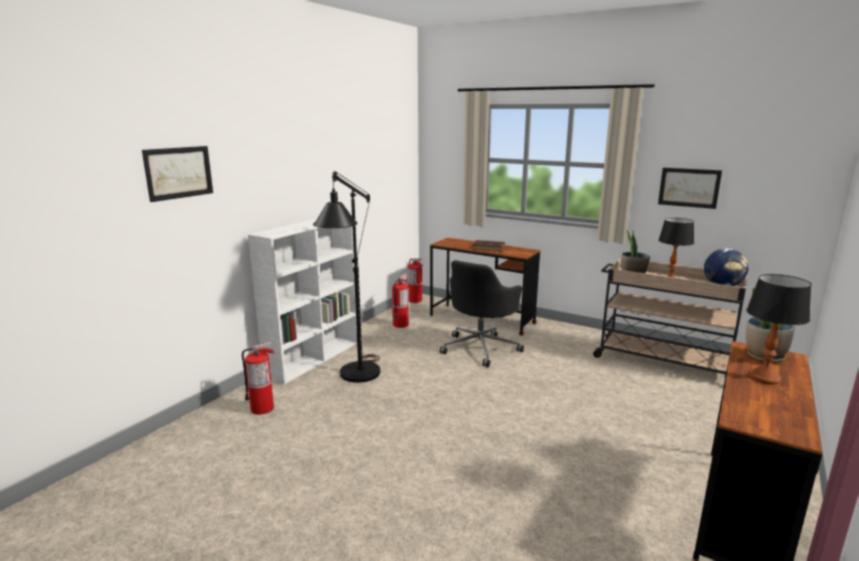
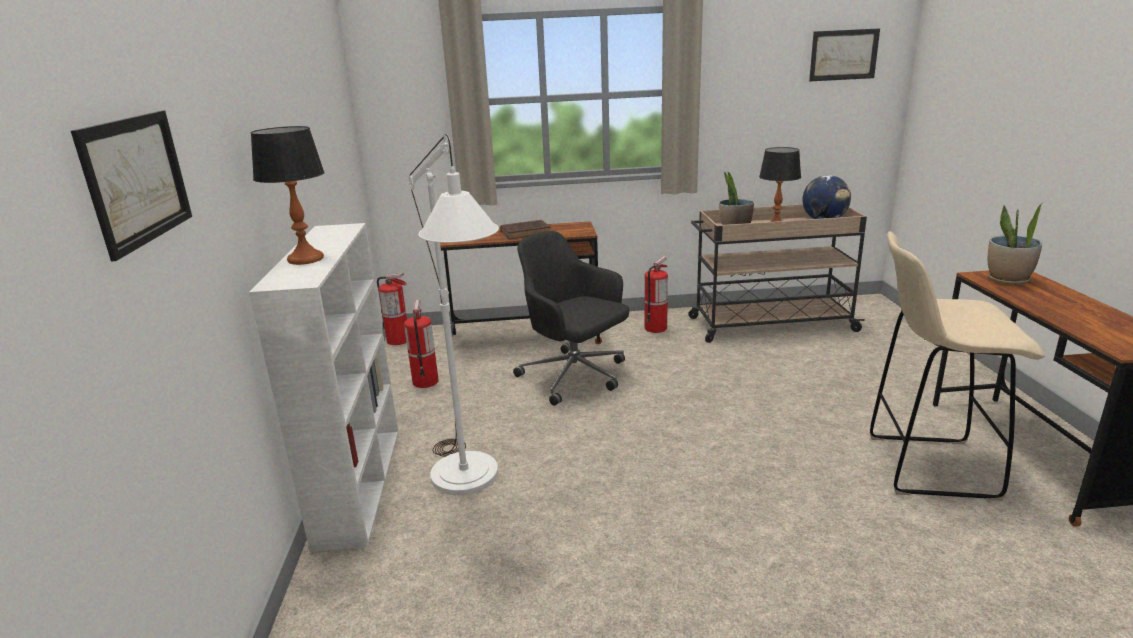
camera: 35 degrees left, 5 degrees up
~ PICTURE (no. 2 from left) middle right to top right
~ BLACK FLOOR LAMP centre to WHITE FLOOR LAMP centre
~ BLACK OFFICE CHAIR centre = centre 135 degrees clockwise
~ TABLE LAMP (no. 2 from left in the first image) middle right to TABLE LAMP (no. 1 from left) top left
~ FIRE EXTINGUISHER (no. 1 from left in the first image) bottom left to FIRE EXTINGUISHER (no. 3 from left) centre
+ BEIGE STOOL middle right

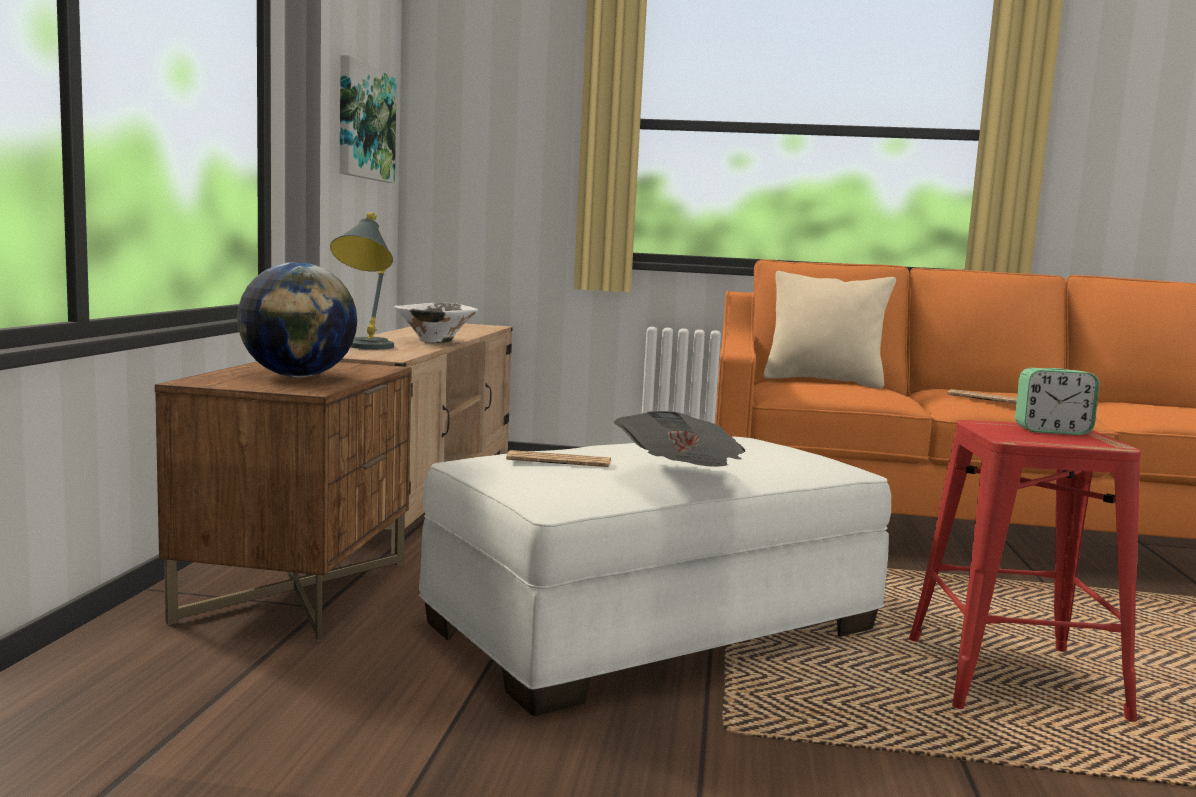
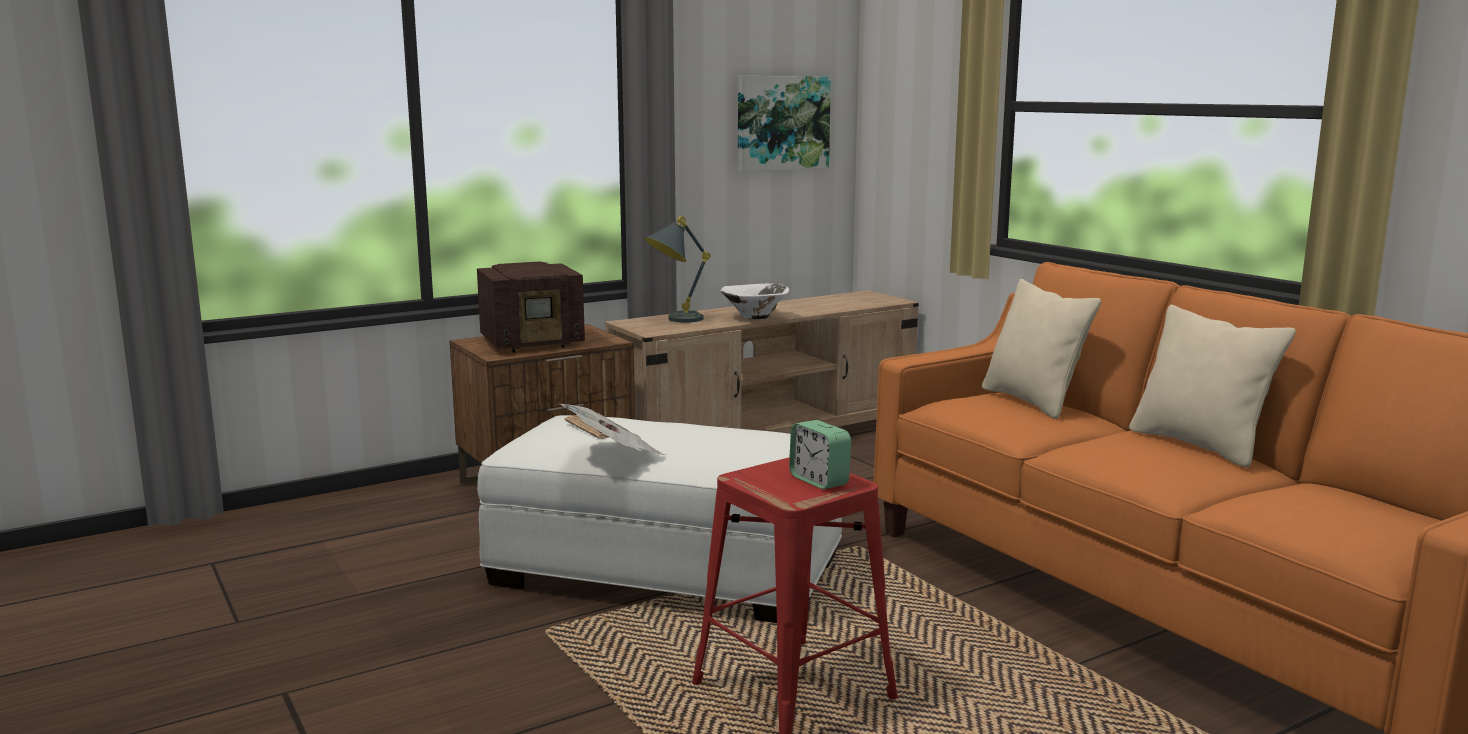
camera: 50 degrees right, 5 degrees up
~ GLOBE middle left to RADIO centre
- NEWSPAPER (no. 3 from left) middle right
+ BEIGE PILLOW (no. 2 from left) middle right

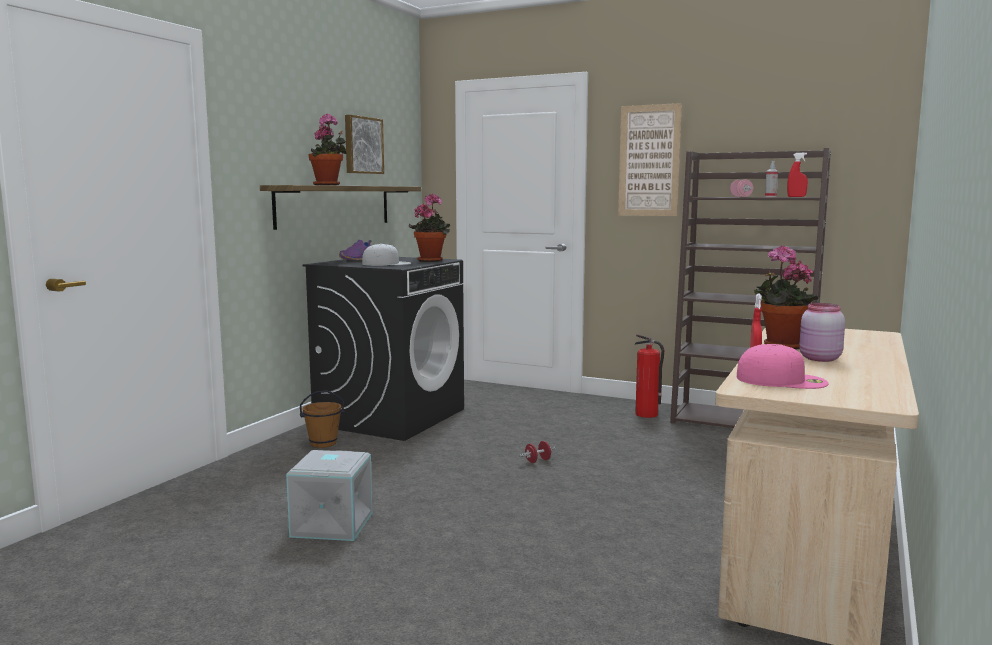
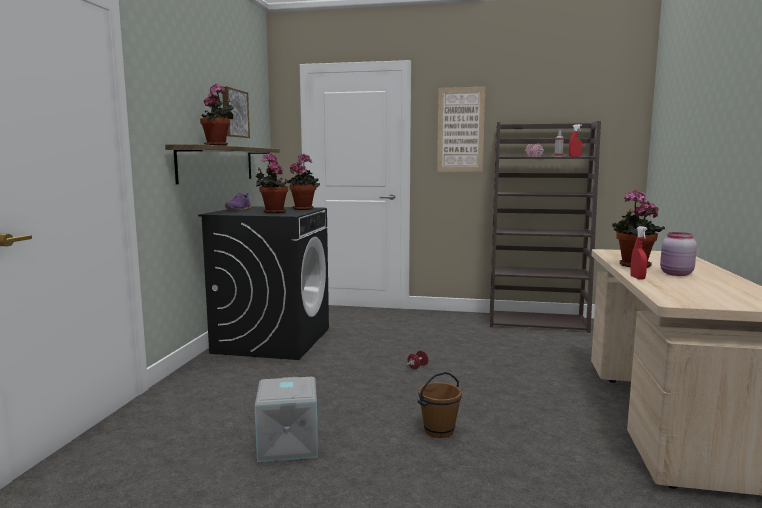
camera: 15 degrees left, 0 degrees up
~ WHITE CAP centre to POTTED PLANT (no. 2 from left) centre
- FIRE EXTINGUISHER centre
- PINK CAP middle right
~ BROWN BUCKET middle left to bottom centre

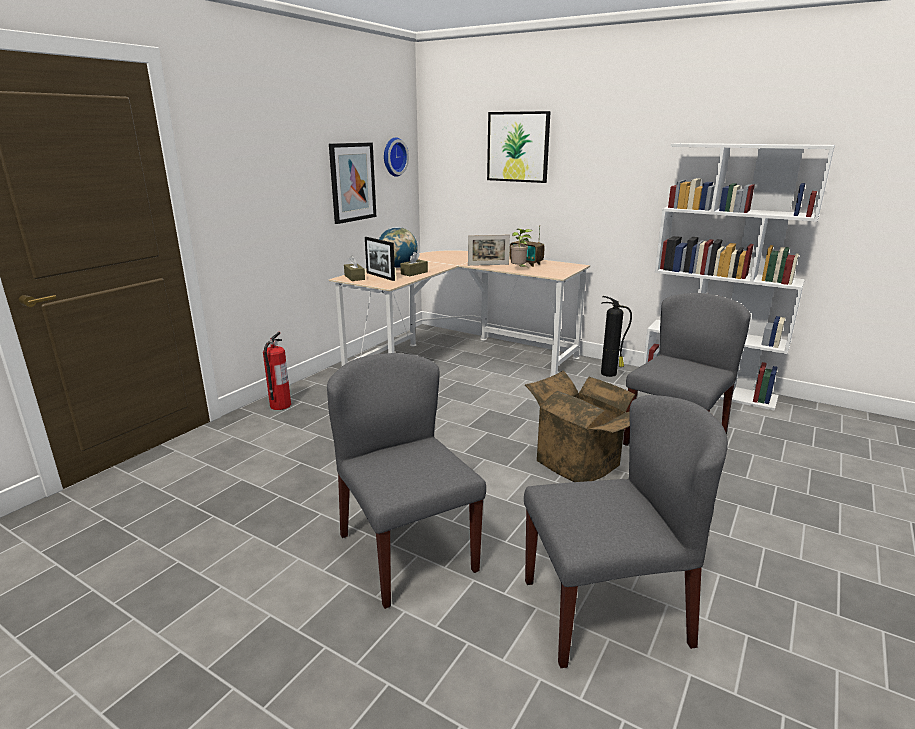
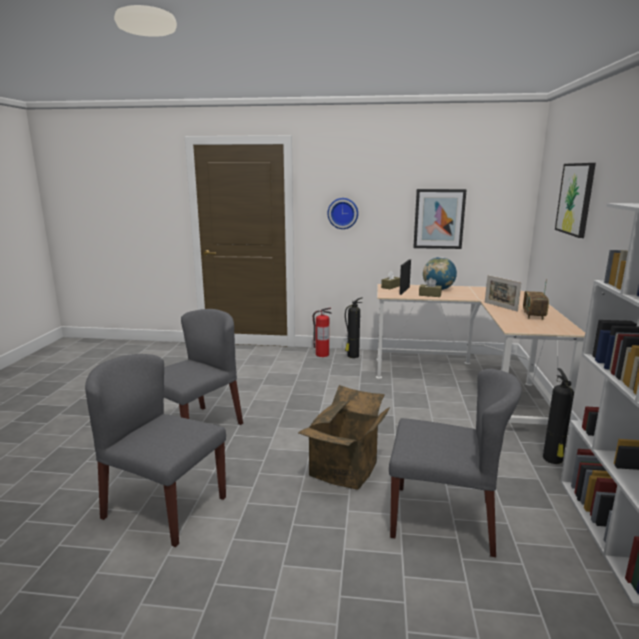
camera: 65 degrees right, 5 degrees down
~ WALL CLOCK top centre to centre
- POTTED PLANT centre
~ GREY CHAIR (no. 2 from left in the first image) bottom right = bottom left 150 degrees clockwise
+ FIRE EXTINGUISHER (no. 2 from left) centre

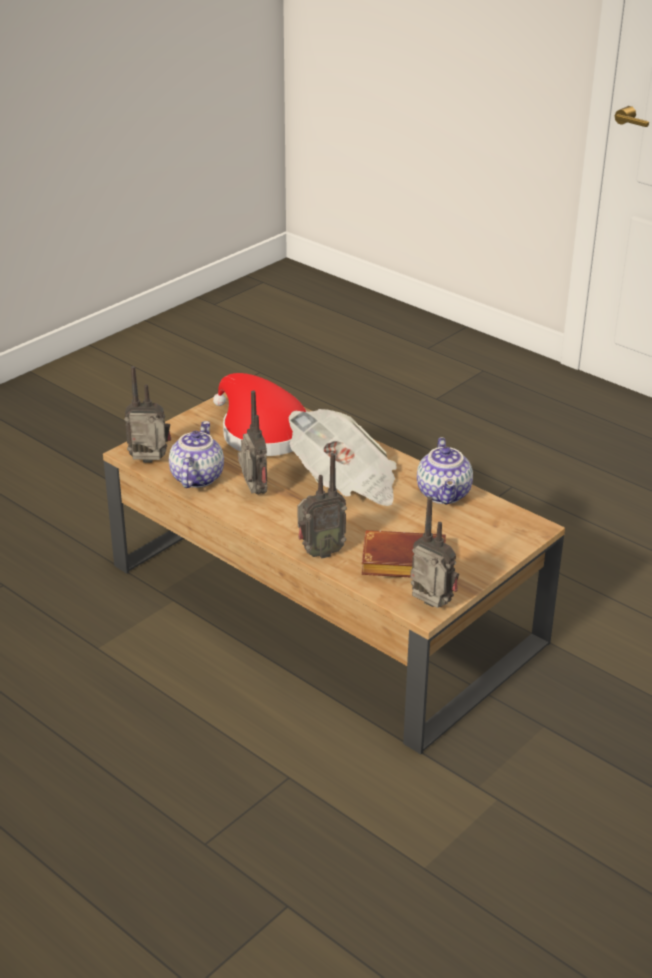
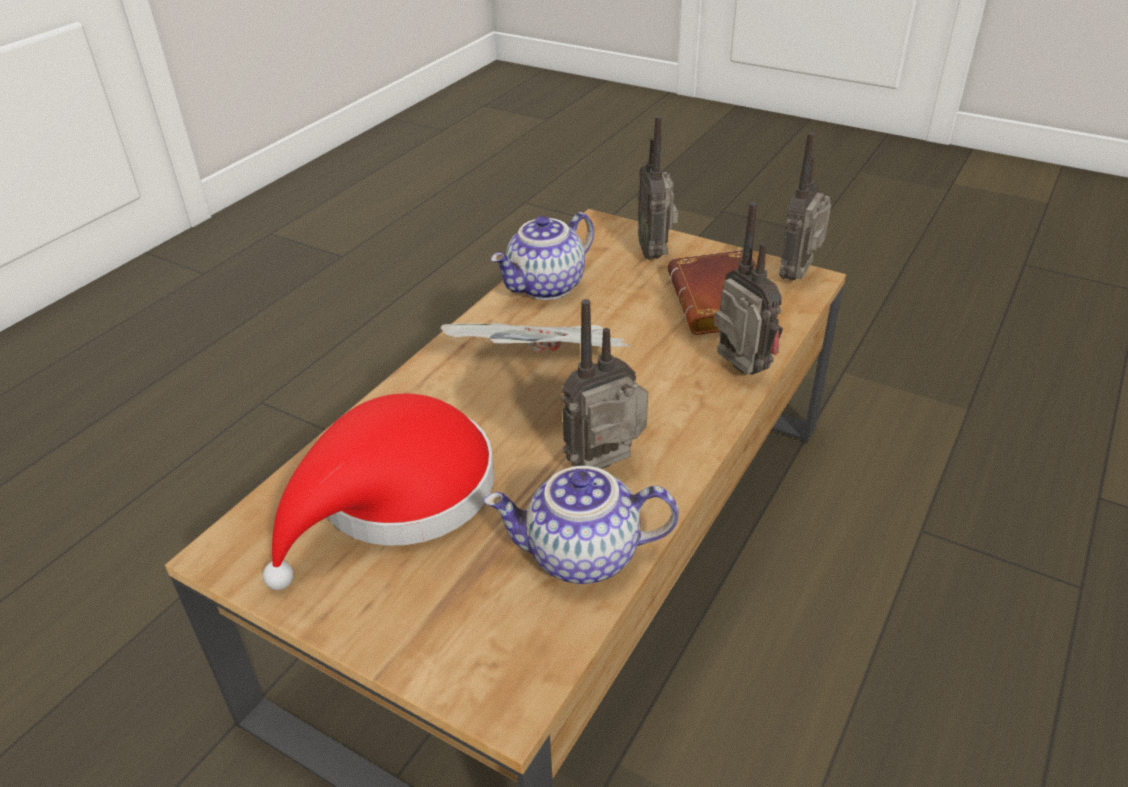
camera: 100 degrees left, 5 degrees up
~ RADIO (no. 1 from left in the first image) middle left to RADIO (no. 2 from left) top centre
~ TEAPOT (no. 2 from left in the first image) middle right = top centre 150 degrees clockwise

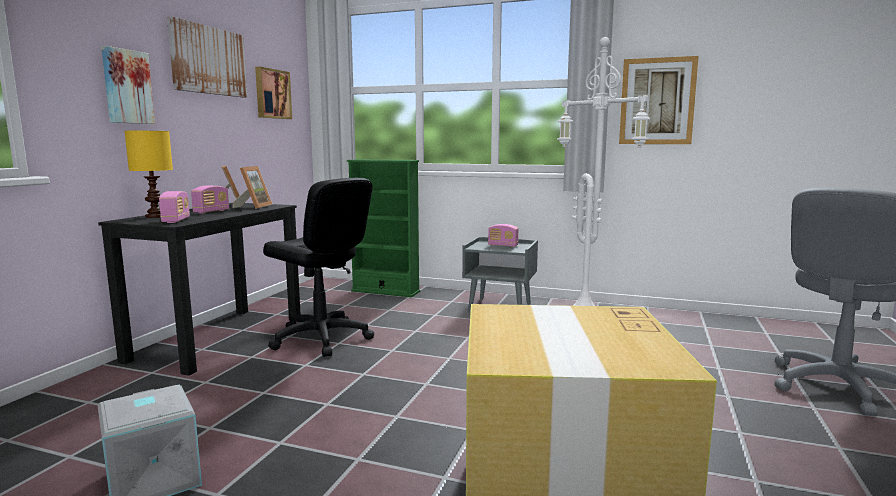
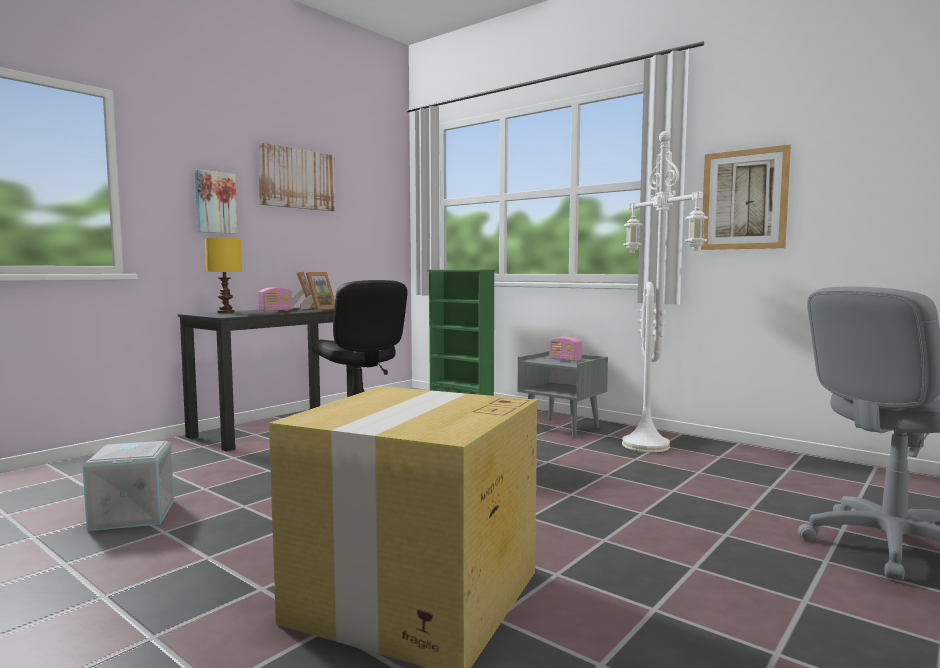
camera: 20 degrees right, 5 degrees down
- PICTURE (no. 3 from left) top left
- RADIO (no. 1 from left) middle left

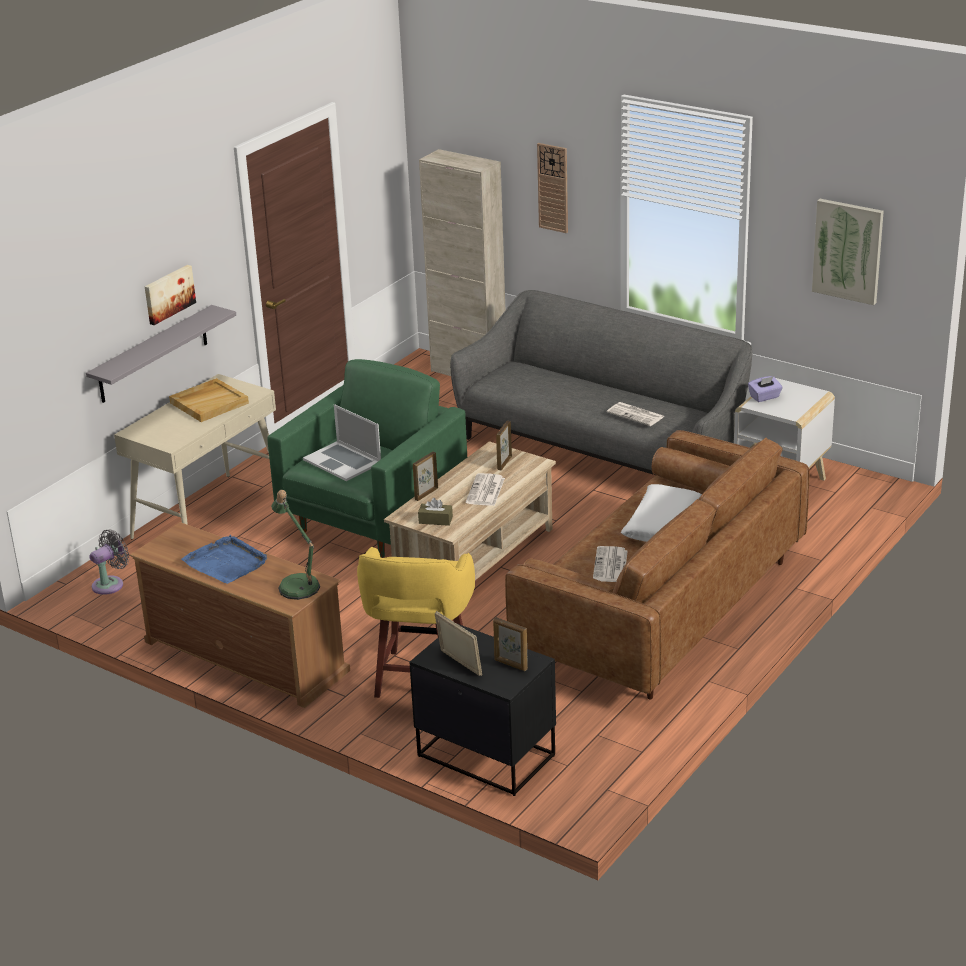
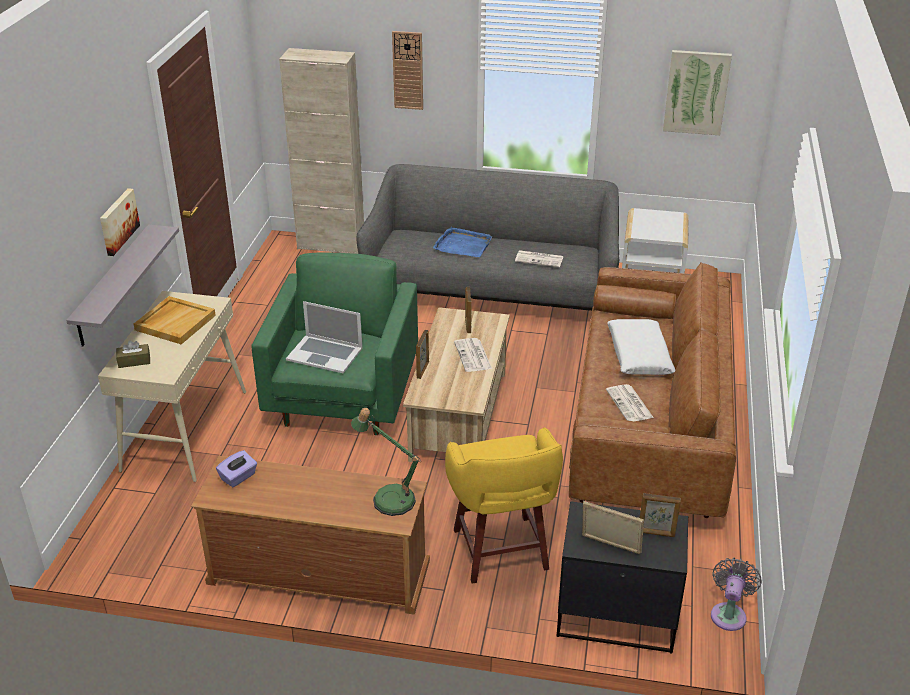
camera: 25 degrees left, 5 degrees up
~ PURPLE TISSUE BOX middle right to bottom left
~ BROWN TISSUE BOX centre to middle left
~ GREY FAN middle left to bottom right
~ BLUE TRAY middle left to centre

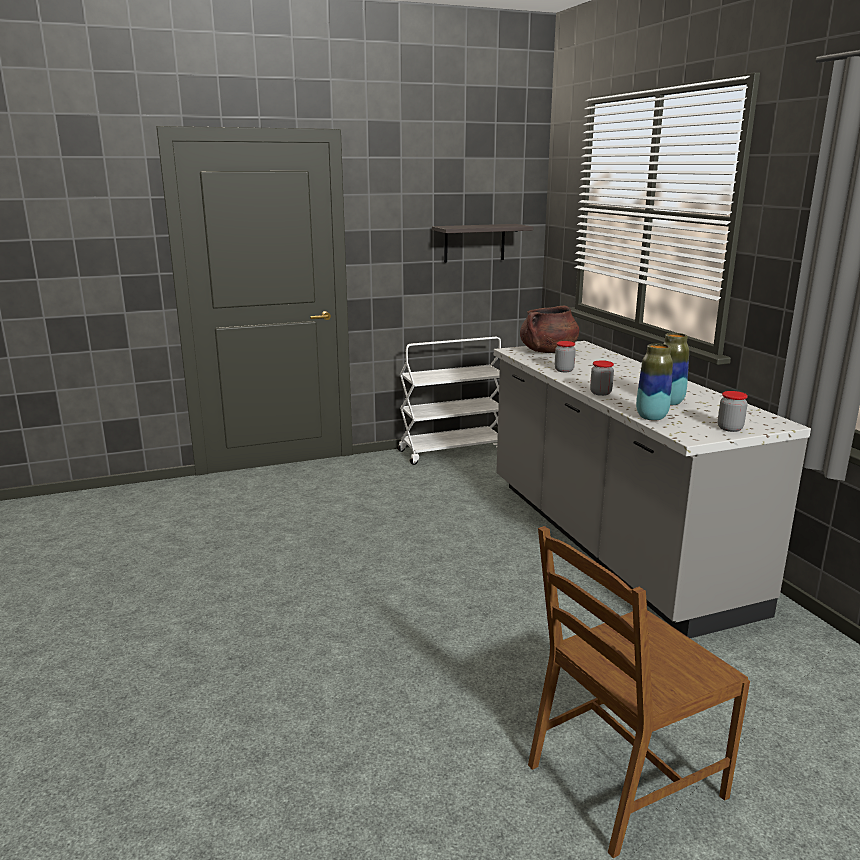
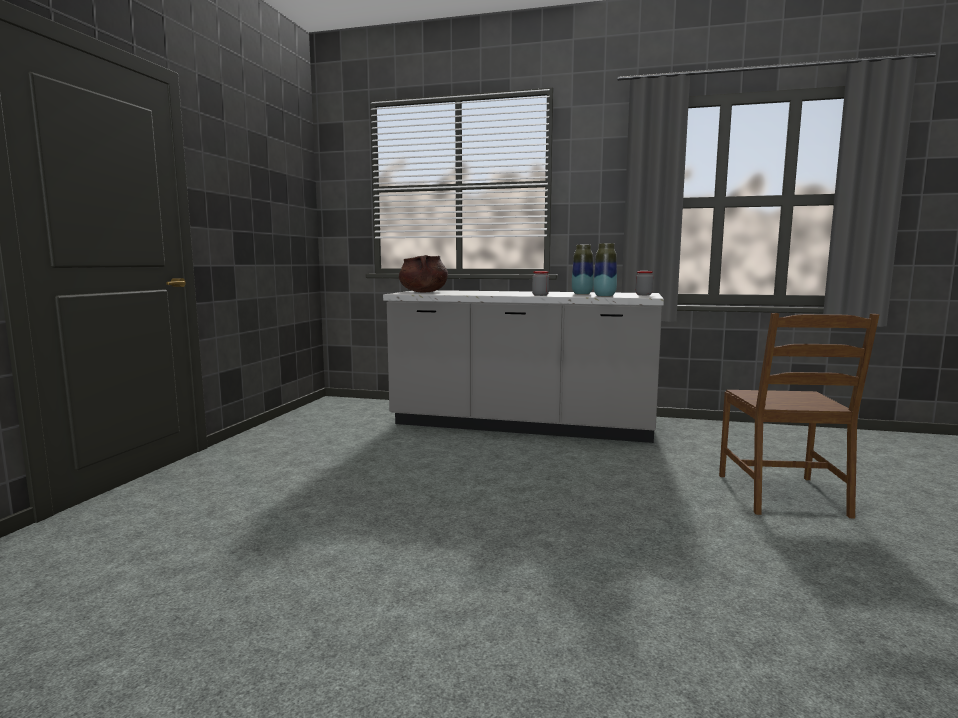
camera: 55 degrees left, 10 degrees down
- SHELF top centre
- WHITE CART centre
- JAR (no. 1 from left) centre

